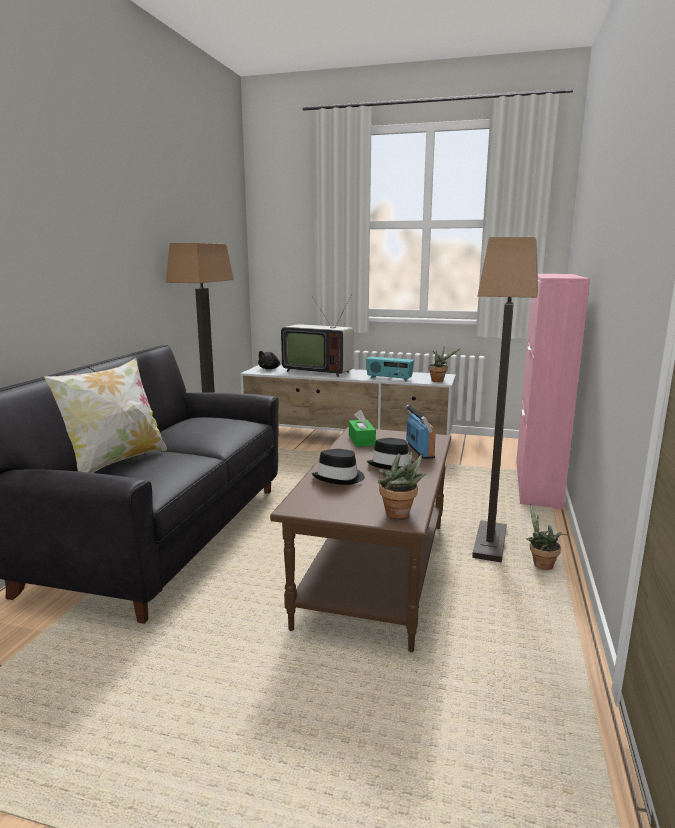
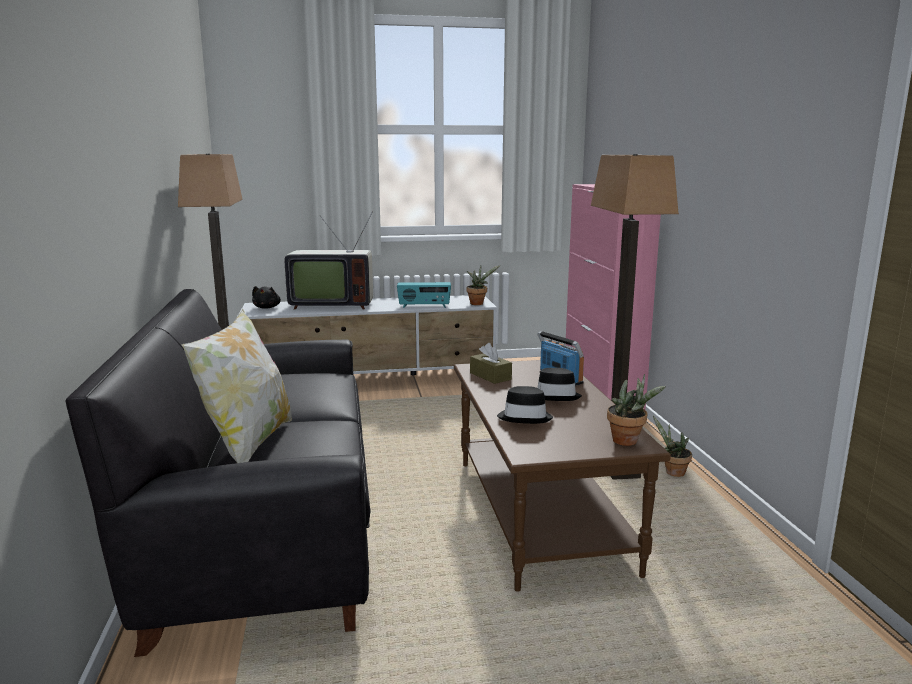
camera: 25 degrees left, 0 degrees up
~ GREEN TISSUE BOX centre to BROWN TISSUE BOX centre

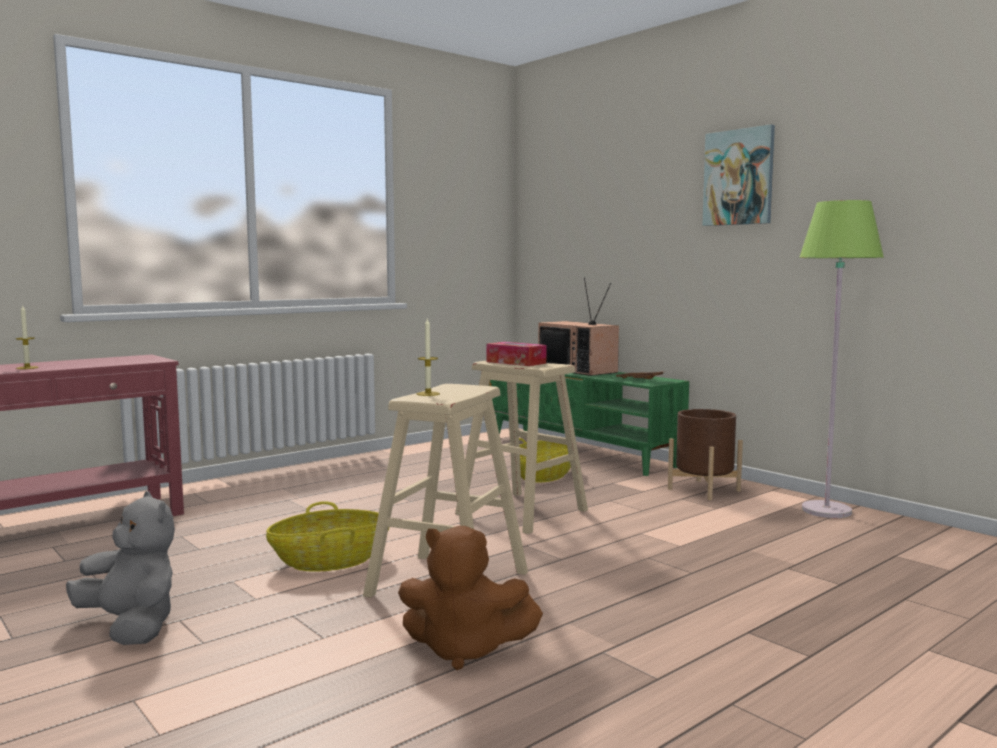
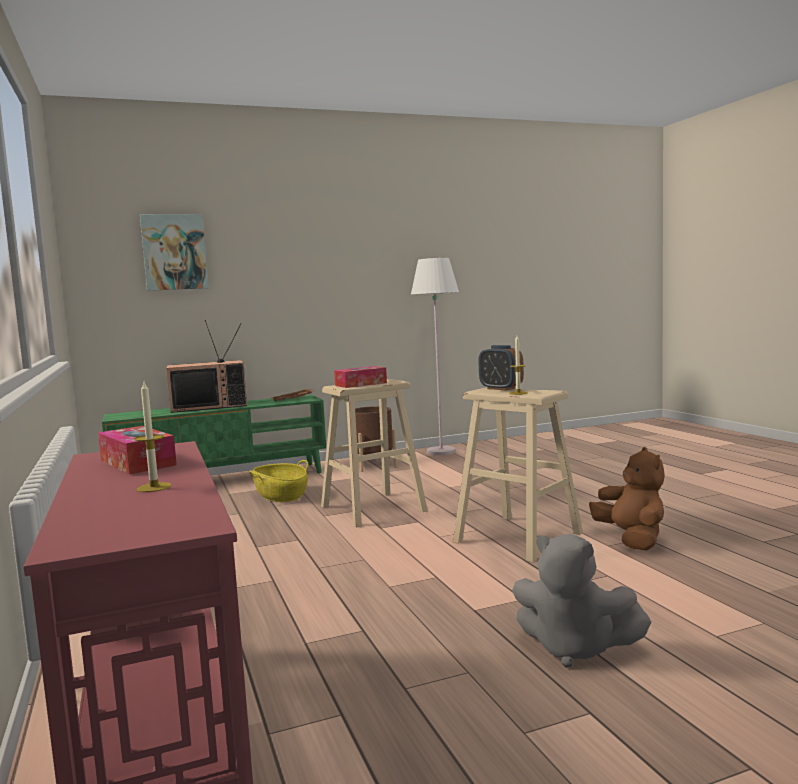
camera: 70 degrees left, 0 degrees up
~ PICTURE top right to top left
~ GREEN FLOOR LAMP middle right to WHITE FLOOR LAMP centre
~ GREY PLUSH TOY bottom left = bottom right 120 degrees counterclockwise
- BASKET (no. 1 from left) bottom left
~ BROWN PLUSH TOY bottom centre = middle right 45 degrees counterclockwise
+ ALARM CLOCK centre
+ TISSUE BOX (no. 1 from left) middle left

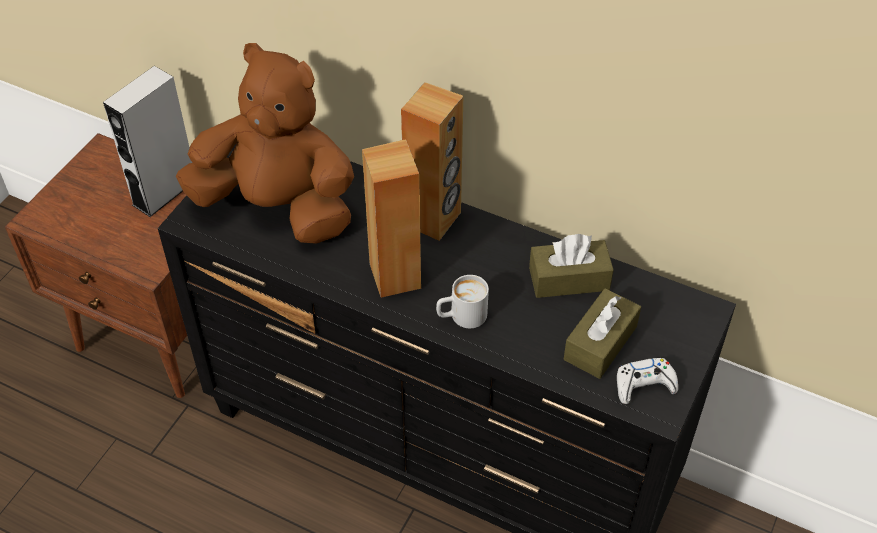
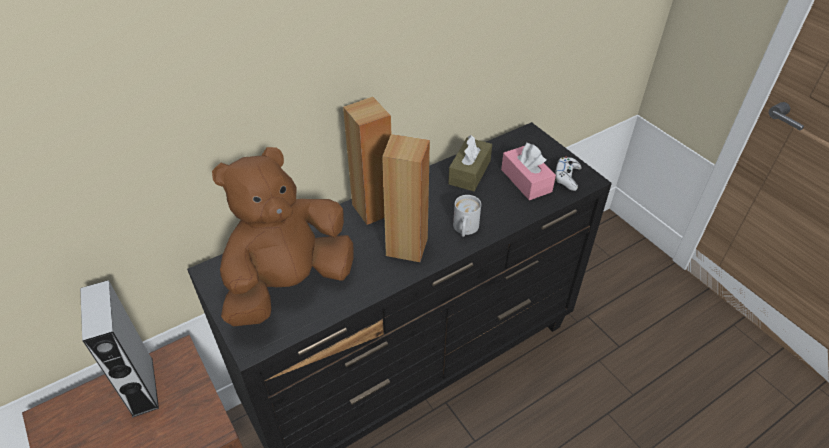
camera: 60 degrees left, 5 degrees down
~ BROWN TISSUE BOX (no. 2 from left) middle right to PINK TISSUE BOX centre

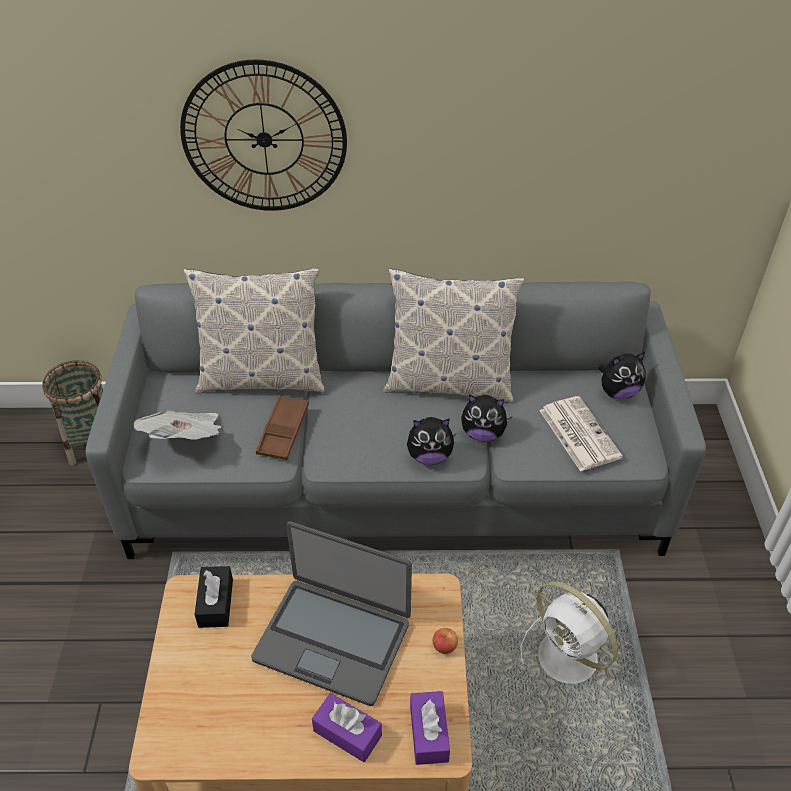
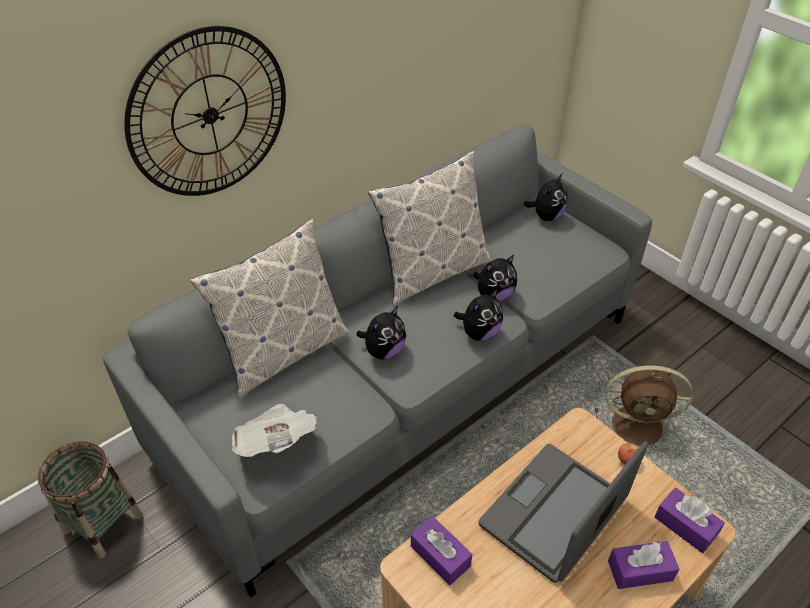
camera: 40 degrees left, 0 degrees up
- BROWN TRAY centre
- NEWSPAPER (no. 2 from left) middle right
~ LAPTOP bottom centre = bottom right 150 degrees clockwise
~ BLACK TISSUE BOX bottom left to PURPLE TISSUE BOX (no. 1 from left) bottom centre
~ WHITE FAN bottom right to BROWN FAN middle right
+ PLUSH TOY (no. 1 from left) centre

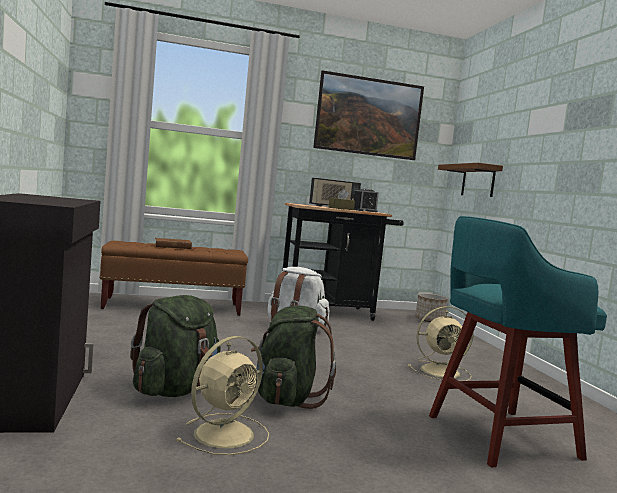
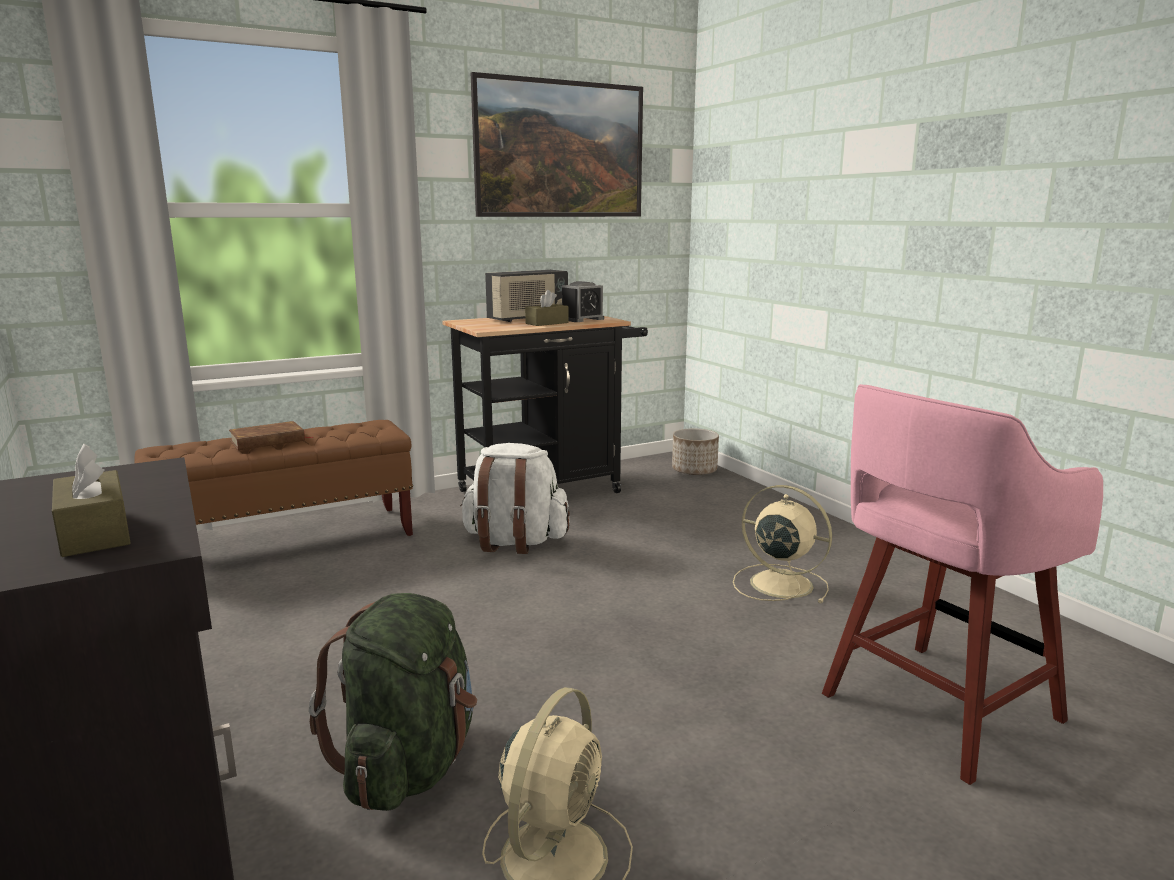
camera: 15 degrees left, 10 degrees up
- BROWN SHELF middle right
~ TURQUOISE STOOL bottom right to PINK STOOL middle right
- GREEN BACKPACK (no. 2 from left) bottom centre
~ BEIGE FAN (no. 2 from left) bottom right = centre 120 degrees counterclockwise
+ BROWN TISSUE BOX (no. 1 from left) middle left

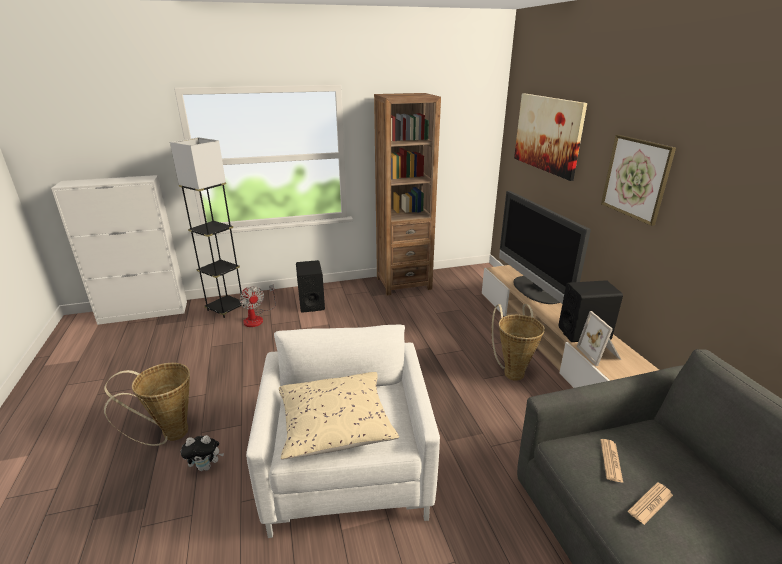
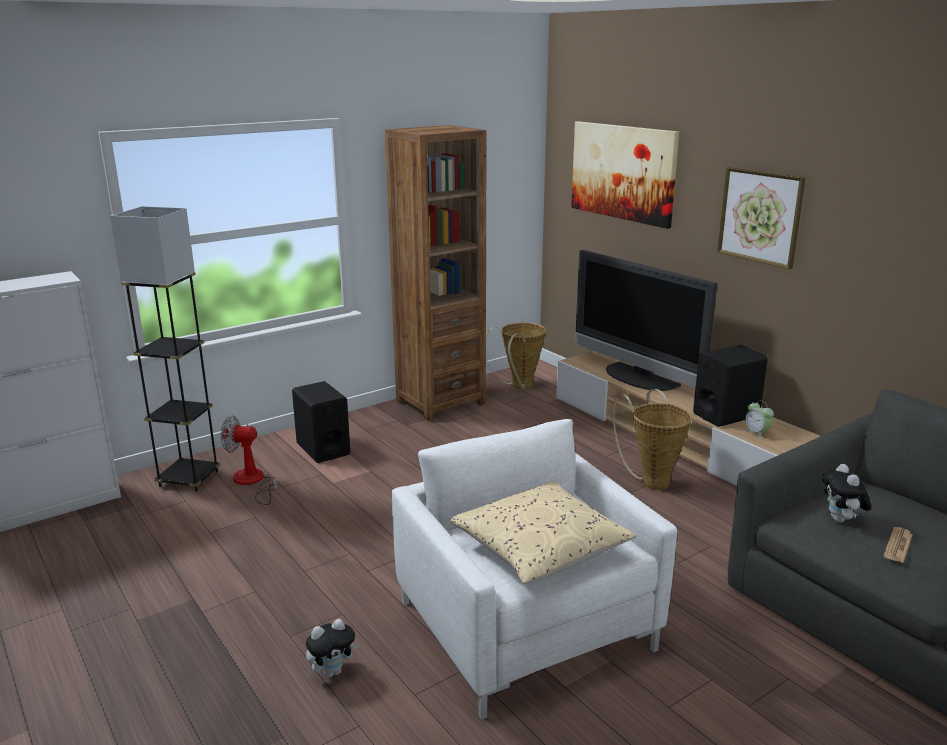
camera: 20 degrees left, 5 degrees down
~ FAN middle left = middle left 150 degrees clockwise
~ PICTURE FRAME middle right to ALARM CLOCK middle right
~ BASKET (no. 1 from left) bottom left to centre
~ NEWSPAPER (no. 1 from left) bottom right to PLUSH TOY (no. 2 from left) middle right

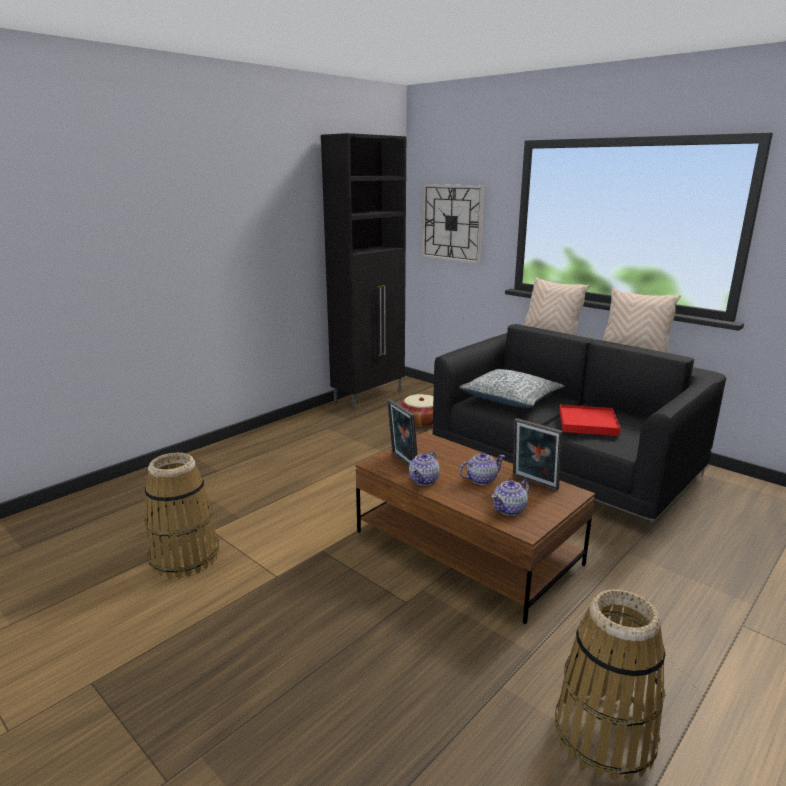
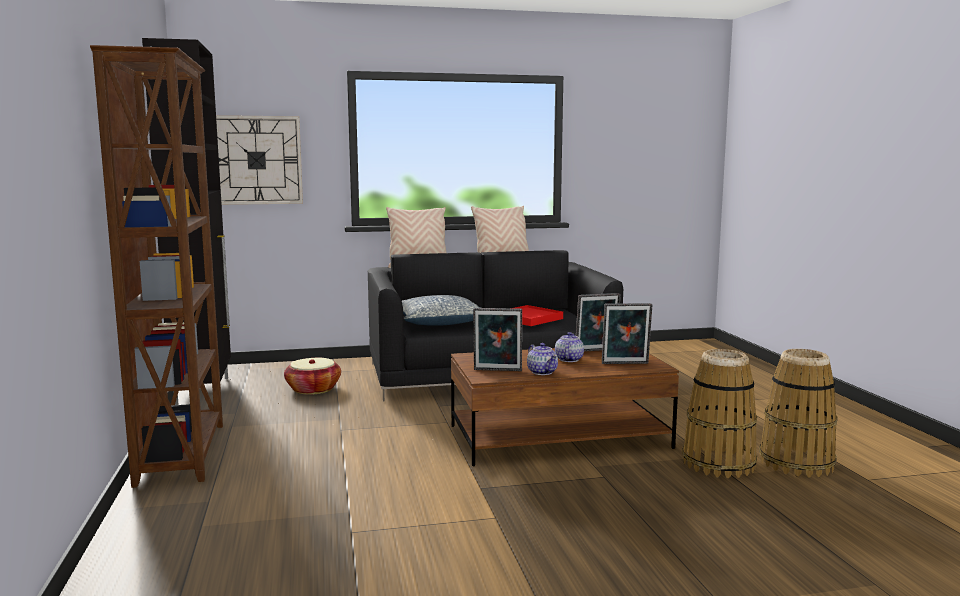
camera: 55 degrees left, 10 degrees down
~ BASKET (no. 1 from left in the first image) middle left to BASKET (no. 2 from left) bottom right
~ TEAPOT (no. 3 from left) centre to PICTURE FRAME (no. 3 from left) centre
+ BROWN BOOKCASE middle left

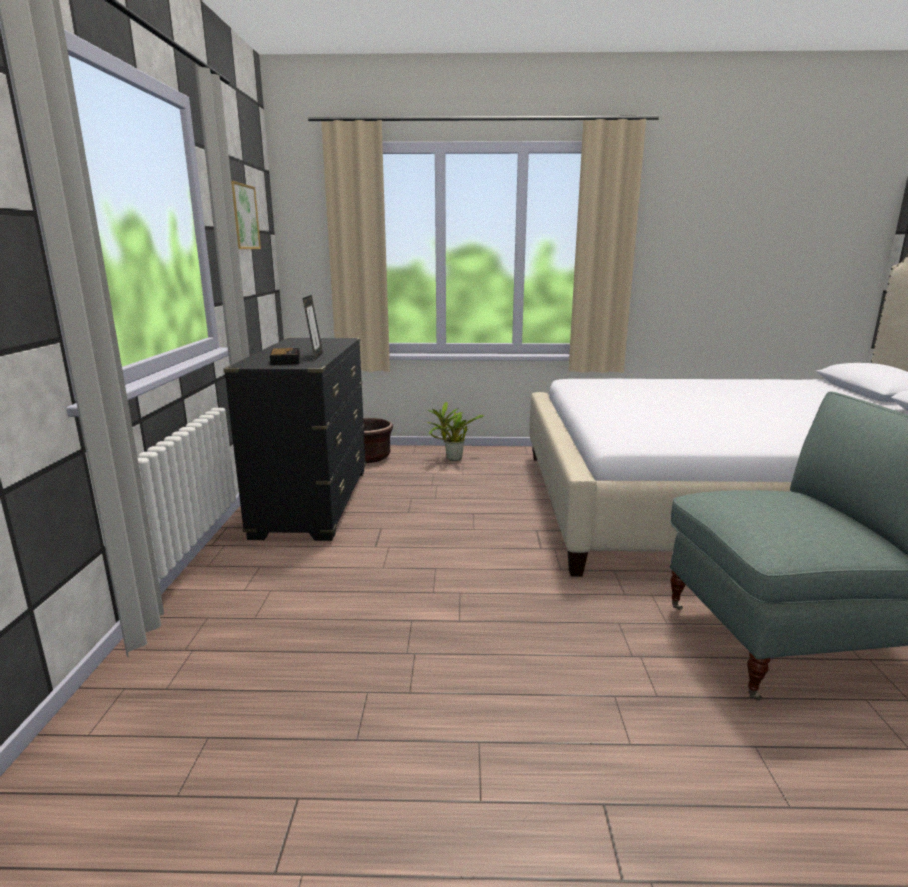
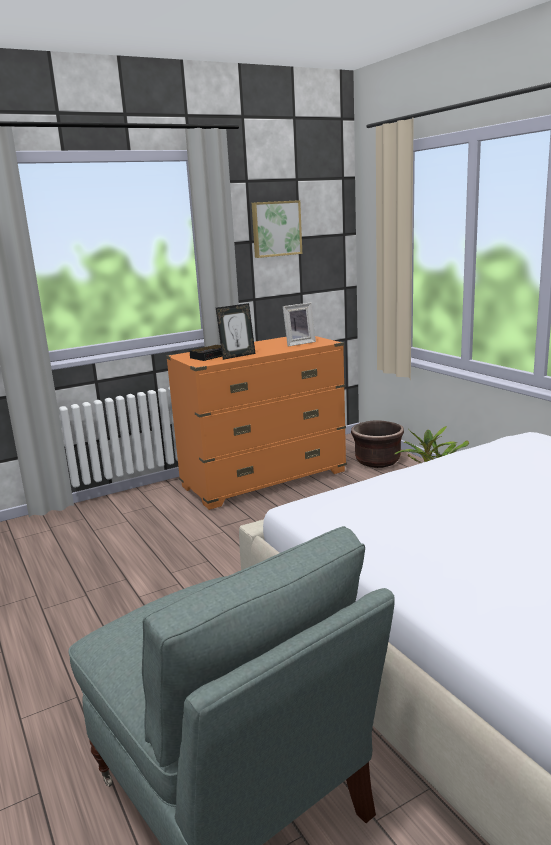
camera: 60 degrees right, 0 degrees up
~ BLACK DRESSER middle left to ORANGE DRESSER centre
+ PICTURE FRAME (no. 2 from left) centre

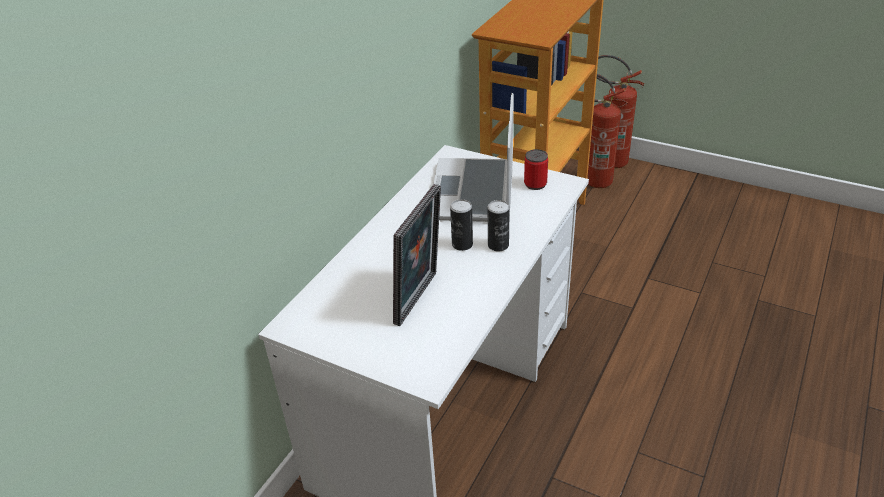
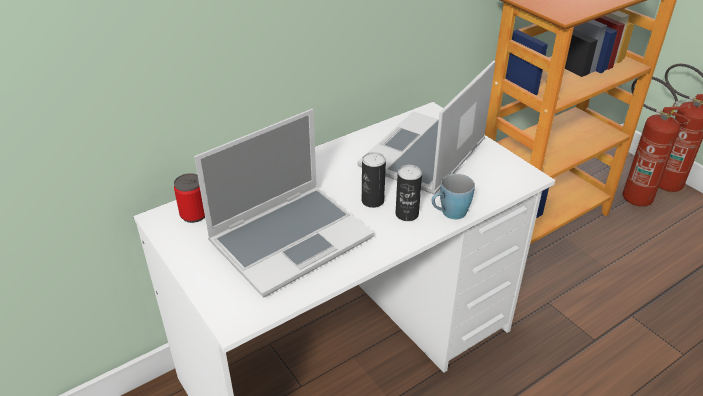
camera: 25 degrees right, 0 degrees up
~ CAN (no. 3 from left in the first image) centre to CAN (no. 1 from left) middle left
~ PICTURE FRAME centre to LAPTOP (no. 1 from left) centre
+ BLUE MUG centre

